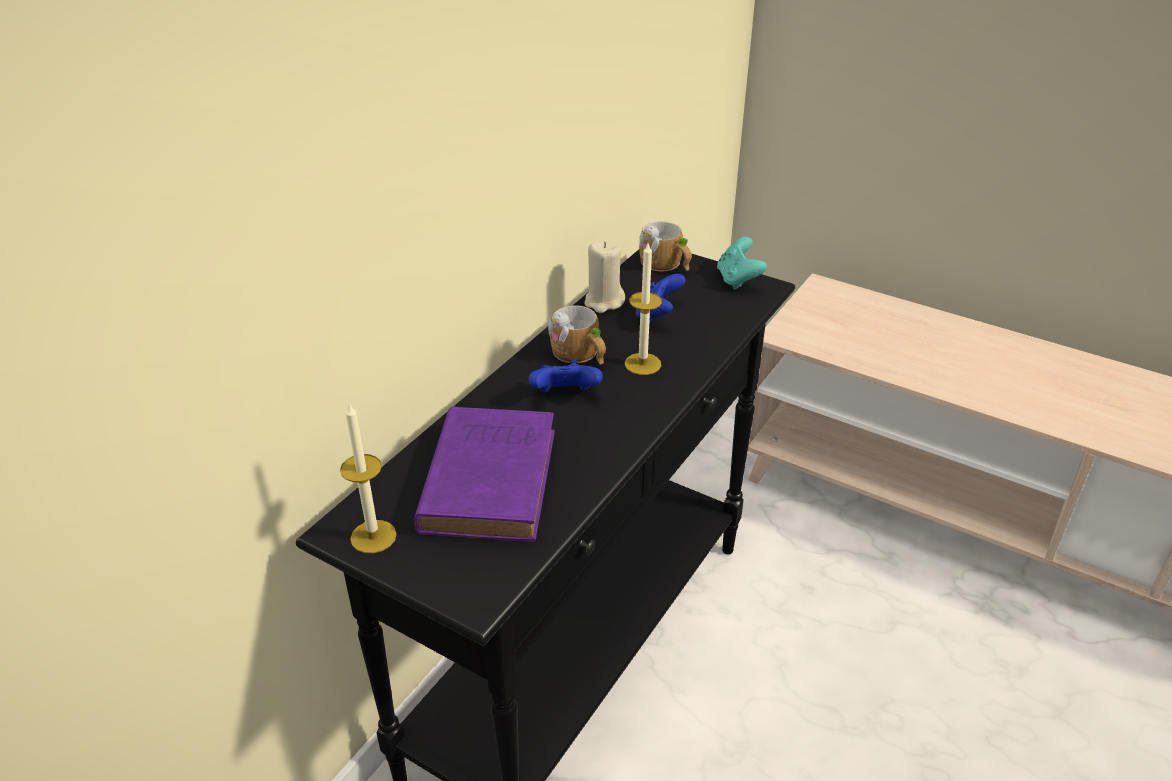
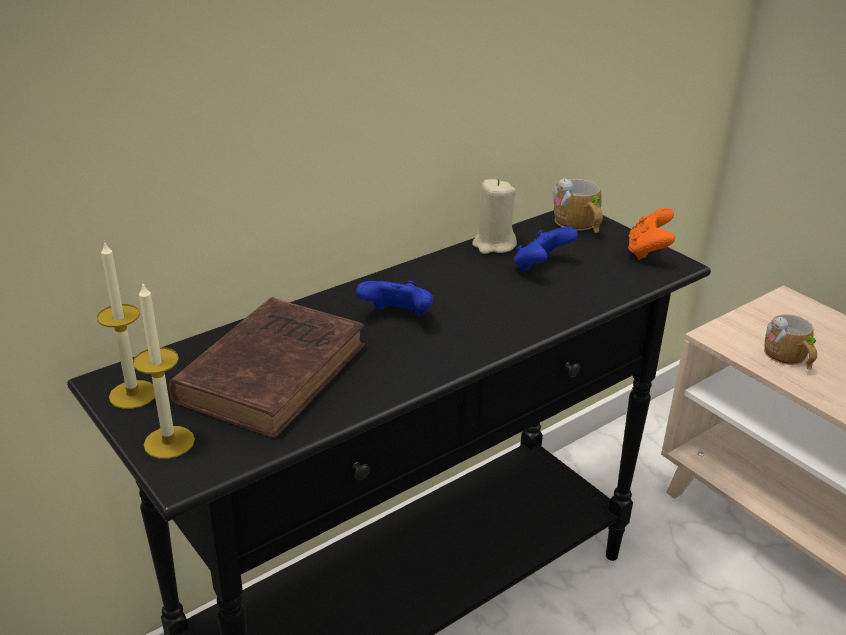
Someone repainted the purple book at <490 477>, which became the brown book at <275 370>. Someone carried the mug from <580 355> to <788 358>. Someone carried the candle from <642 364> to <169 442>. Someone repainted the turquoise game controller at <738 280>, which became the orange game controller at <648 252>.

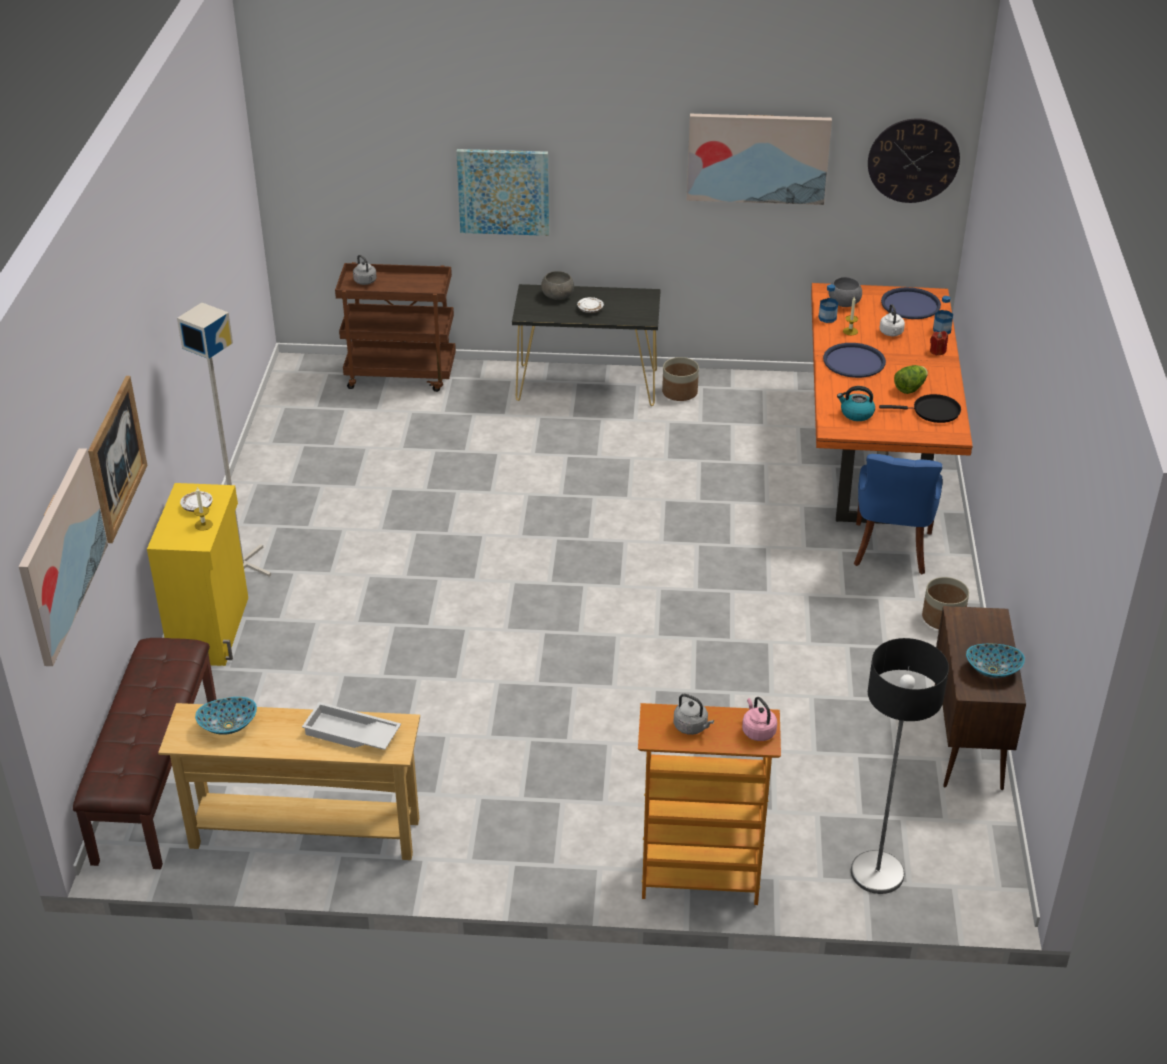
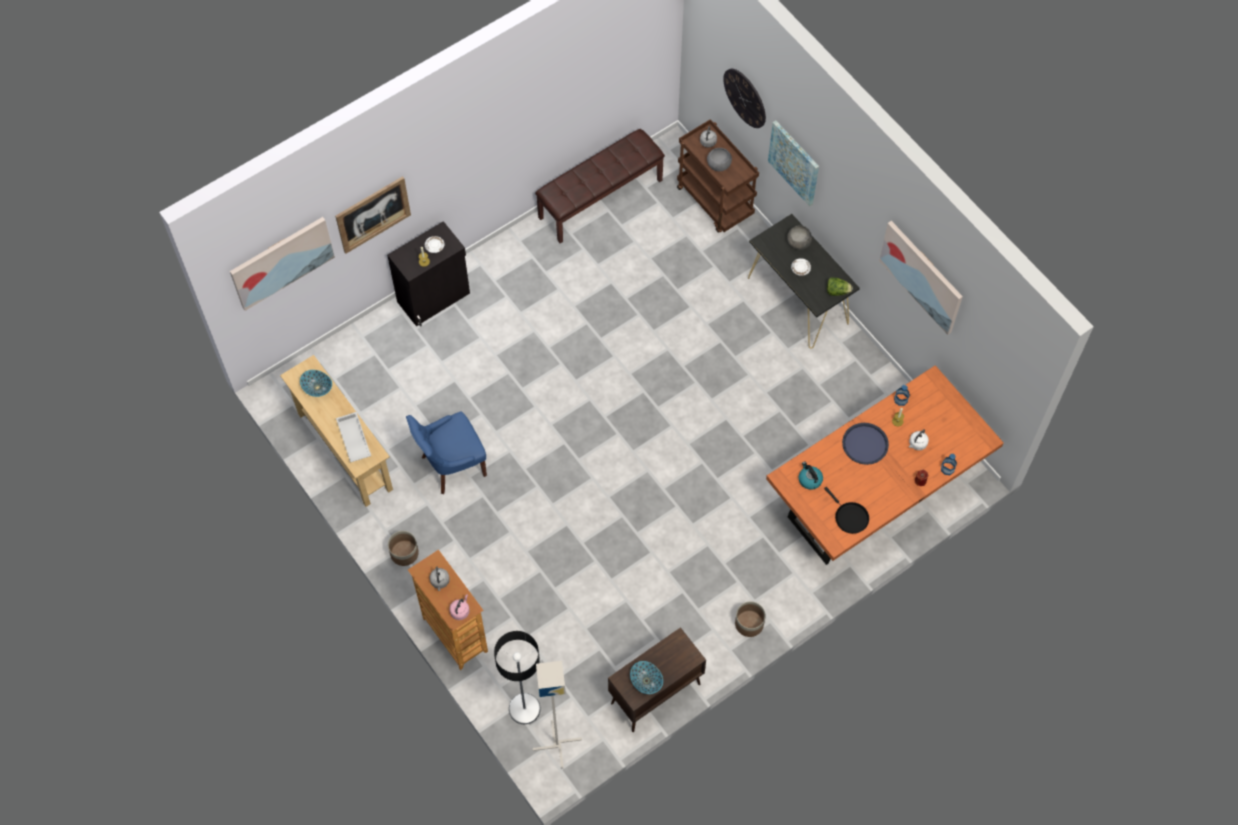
Someone carried the brown bench from <155 779> to <600 198>. Someone repainted the yellow cabinet at <212 629>, which became the black cabinet at <434 298>. Someone carried the grey floor lamp from <242 565> to <558 744>. Someone carried the planter from <679 392> to <404 553>. Someone carried the grey bowl from <844 302> to <719 164>. Someone carried the blue chair from <891 550> to <451 465>. Someone carried the wall clock from <913 160> to <745 98>. Someone took away the blue tray at <910 304>. Someone carried the lettuce from <910 388> to <837 291>.

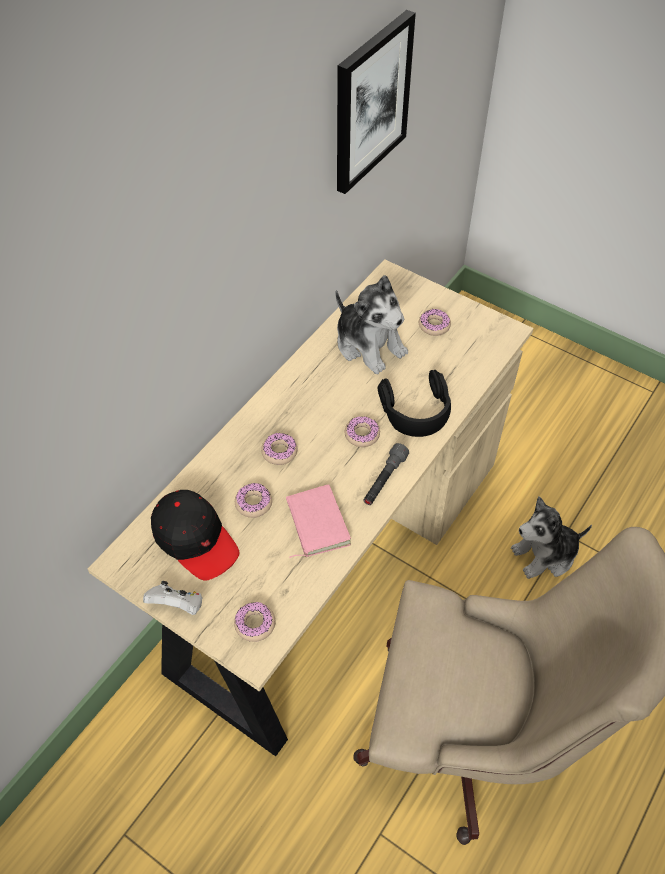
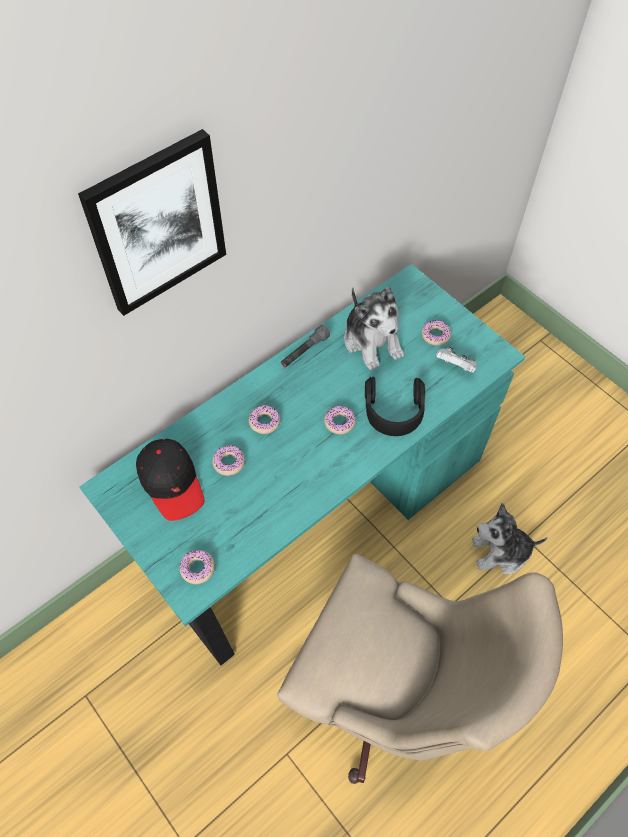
Someone repainted the beige desk at <331 564>, which became the turquoise desk at <313 515>. Someone carried the white game controller from <177 605> to <455 367>. Someone took away the pink book at <315 523>. Someone carried the picture from <370 102> to <157 224>. Someone carried the grey flashlight from <384 480> to <304 351>.

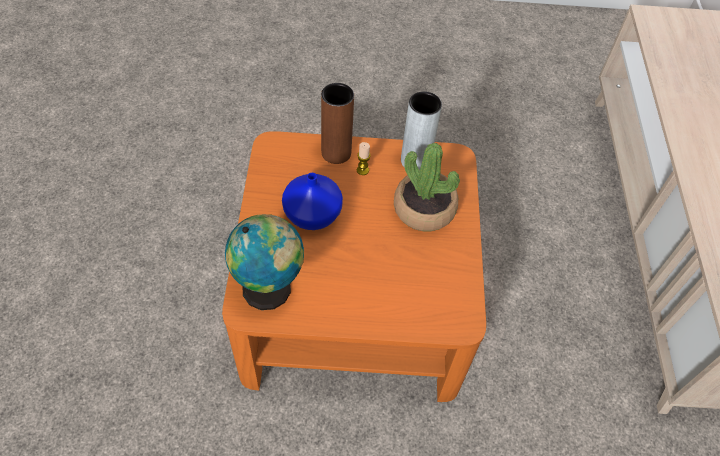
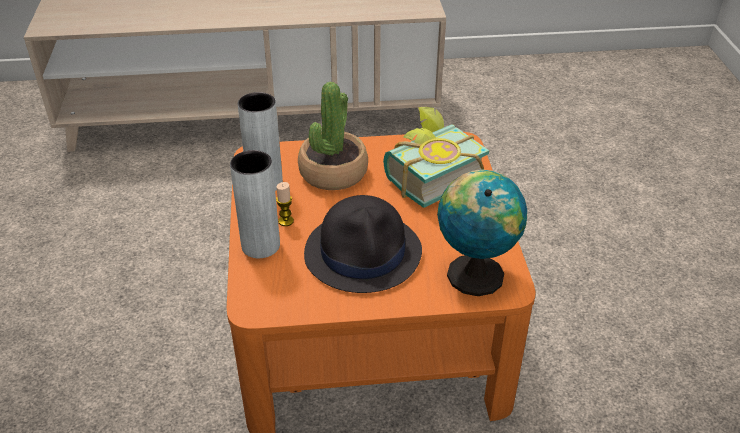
Someone swapped the blue vase at <313 216> for the black hat at <364 253>. Someone repainted the brown vase at <336 153>, which became the grey vase at <260 246>. Someone put down the book at <428 176>.

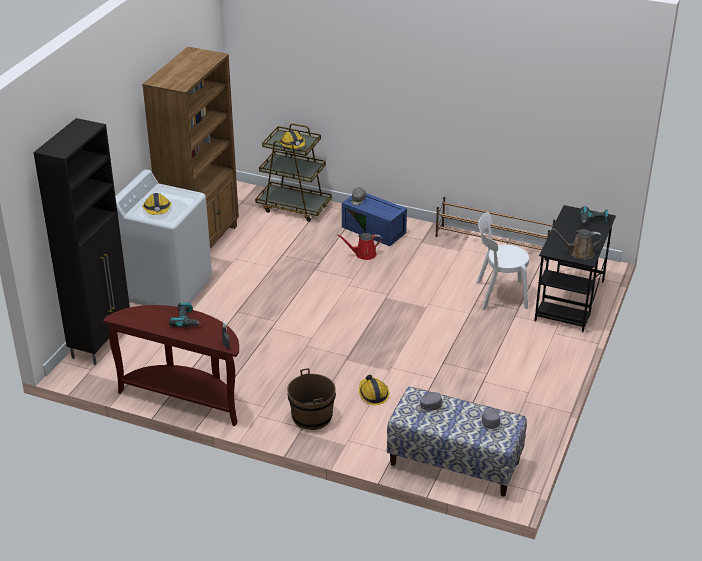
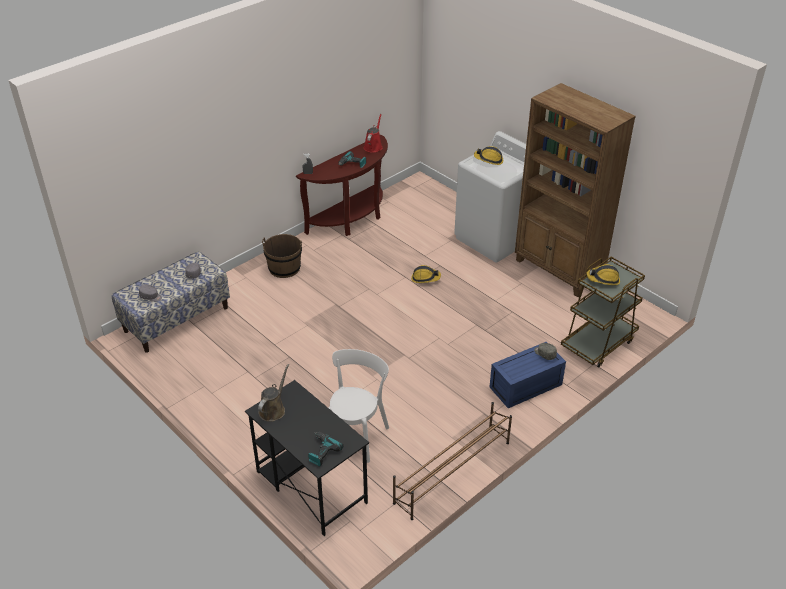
Someone took away the black cabinet at <102 342>. Someone carried the red watering can from <363 254> to <373 146>. Someone carried the hard hat from <373 394> to <425 278>.

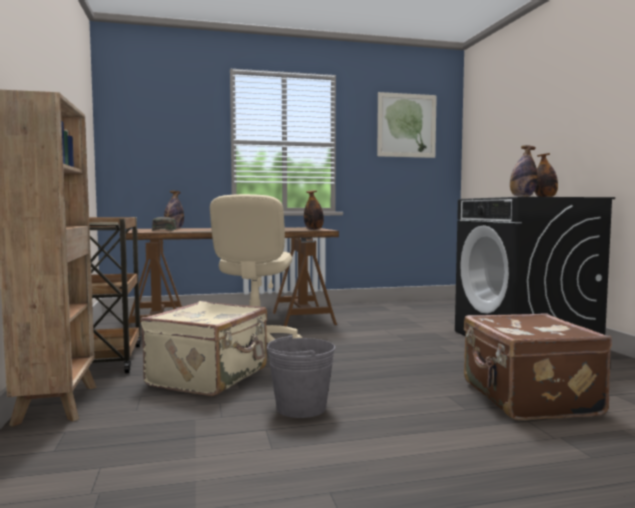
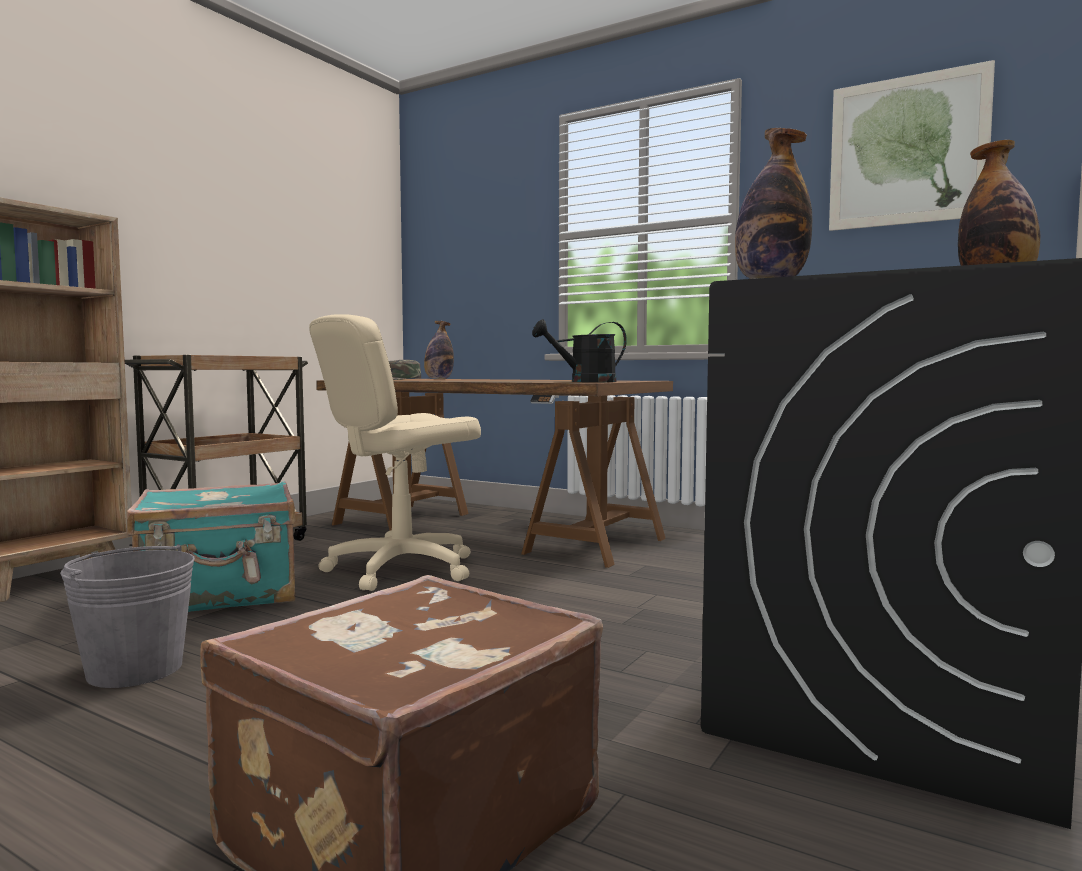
Someone repainted the beige suitcase at <210 377>, which became the turquoise suitcase at <221 595>. Someone swapped the bottle at <314 229> for the black watering can at <585 382>.

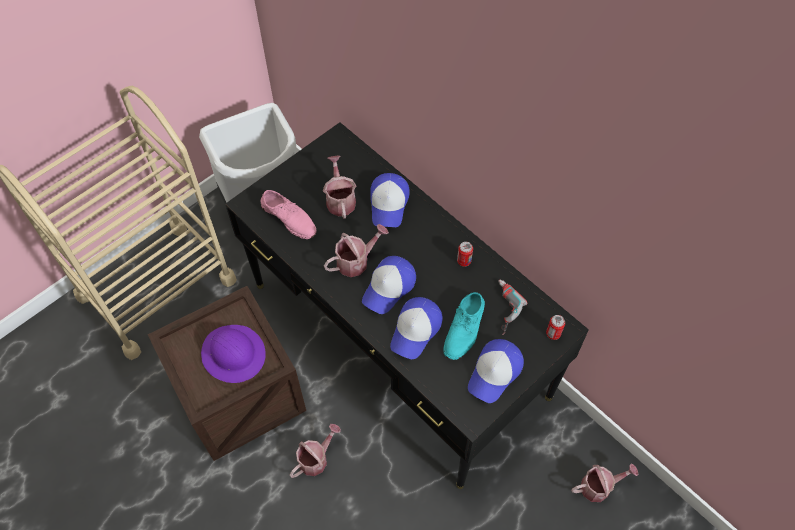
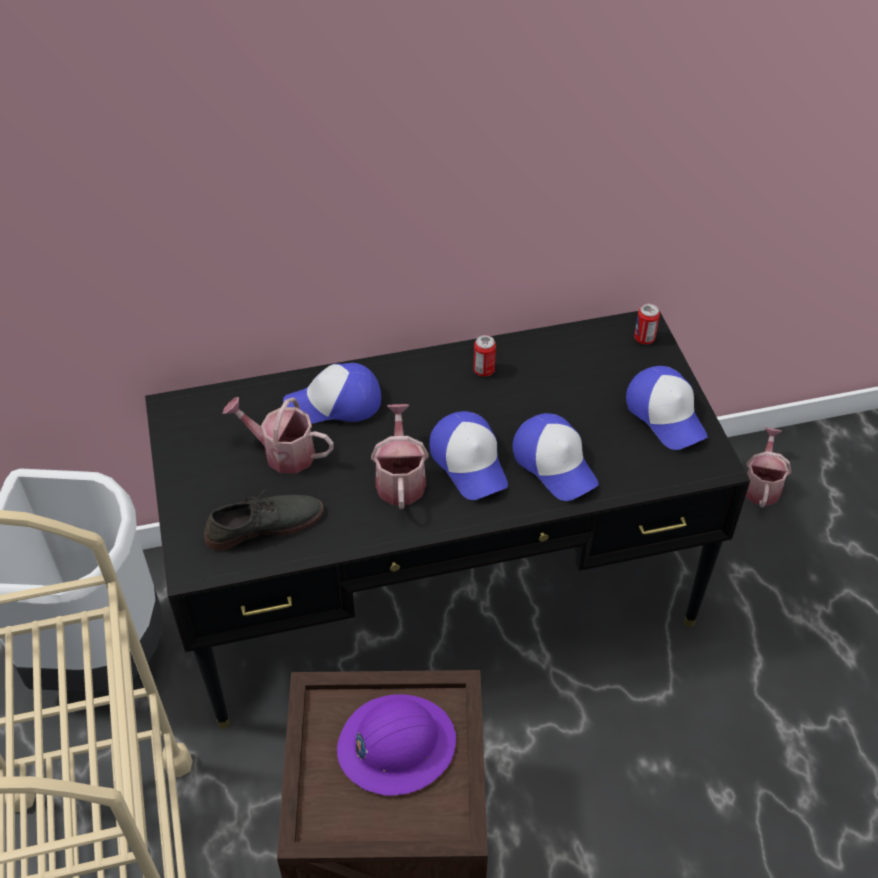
Someone repainted the pink shoe at <289 218>, which became the grey shoe at <264 524>. Someone took away the watering can at <316 458>. Someone rotated the cap at <389 204> by 135 degrees clockwise. Someone took away the turquoise shoe at <465 329>. Someone took away the power drill at <501 308>.

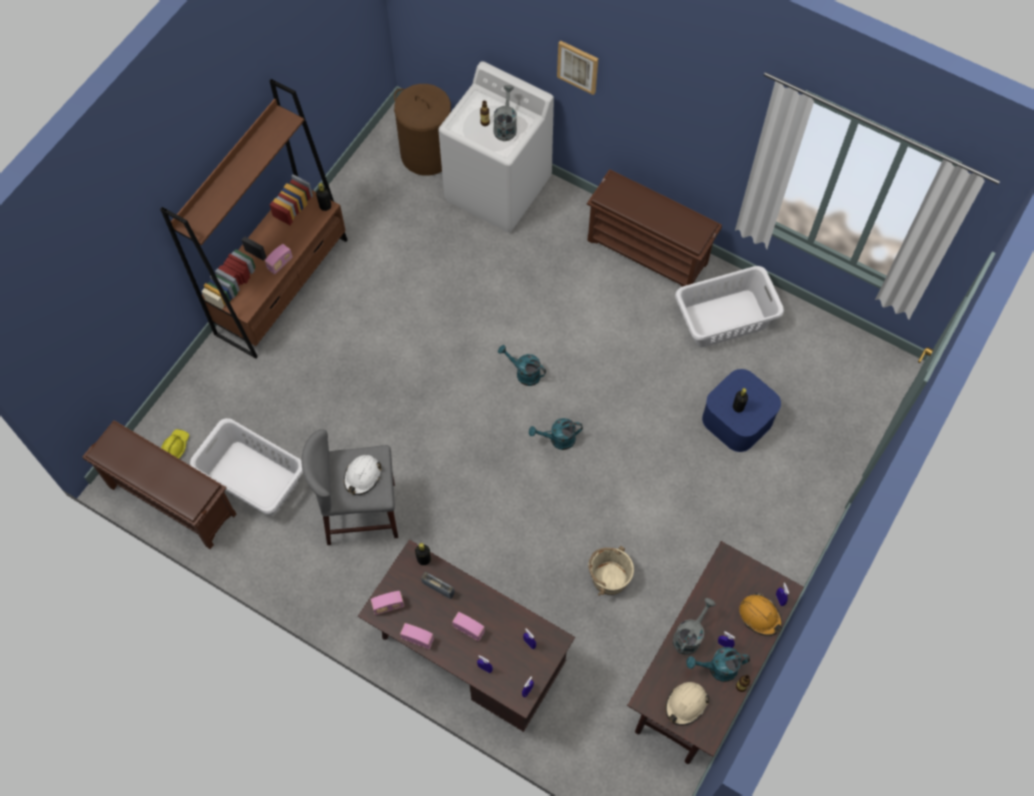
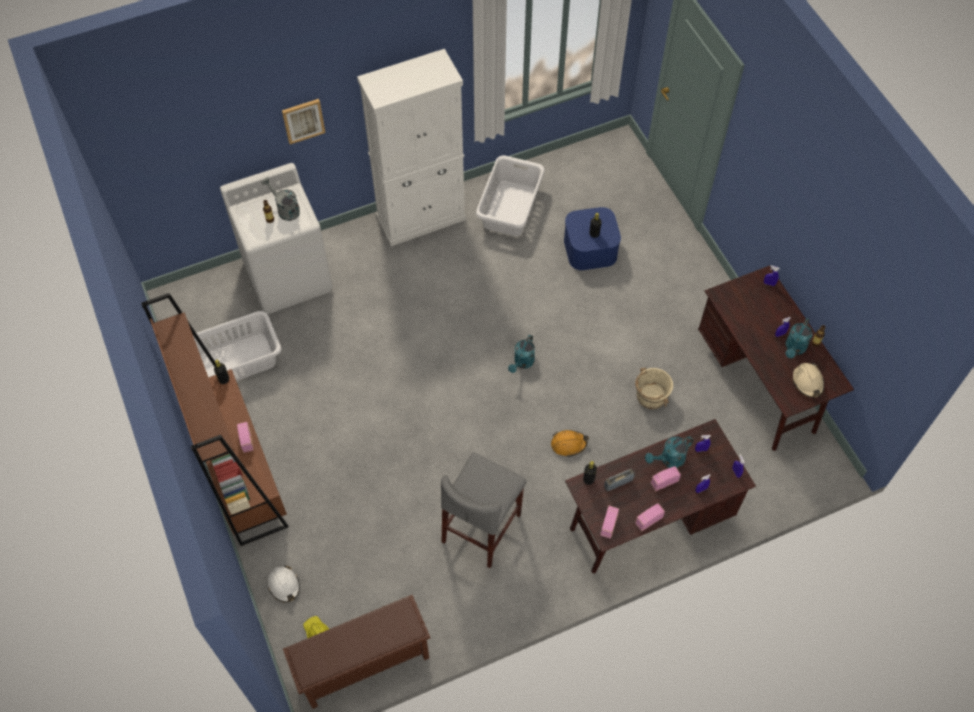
Someone carried the white laundry basket from <253 477> to <237 360>. Someone carried the white hard hat from <362 476> to <284 585>. Someone took away the brown laundry basket at <427 154>. Someone carried the turquoise watering can from <524 373> to <668 460>. Someone swapped the brown shoe rack at <649 251> for the white cabinet at <421 218>. Someone took away the grey watering can at <689 635>. Someone carried the orange hard hat from <760 616> to <568 444>.

